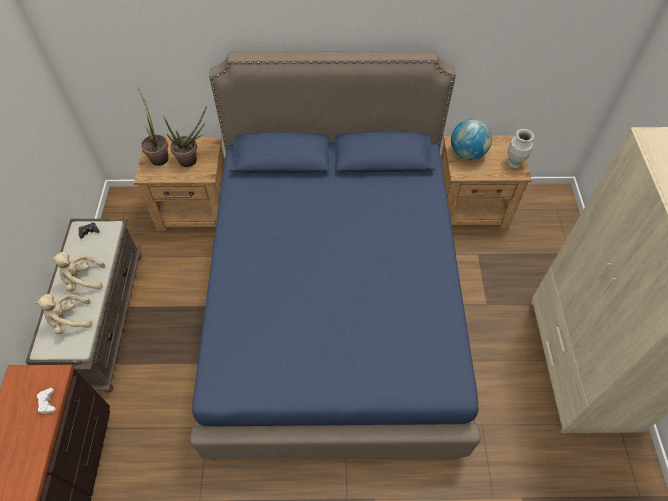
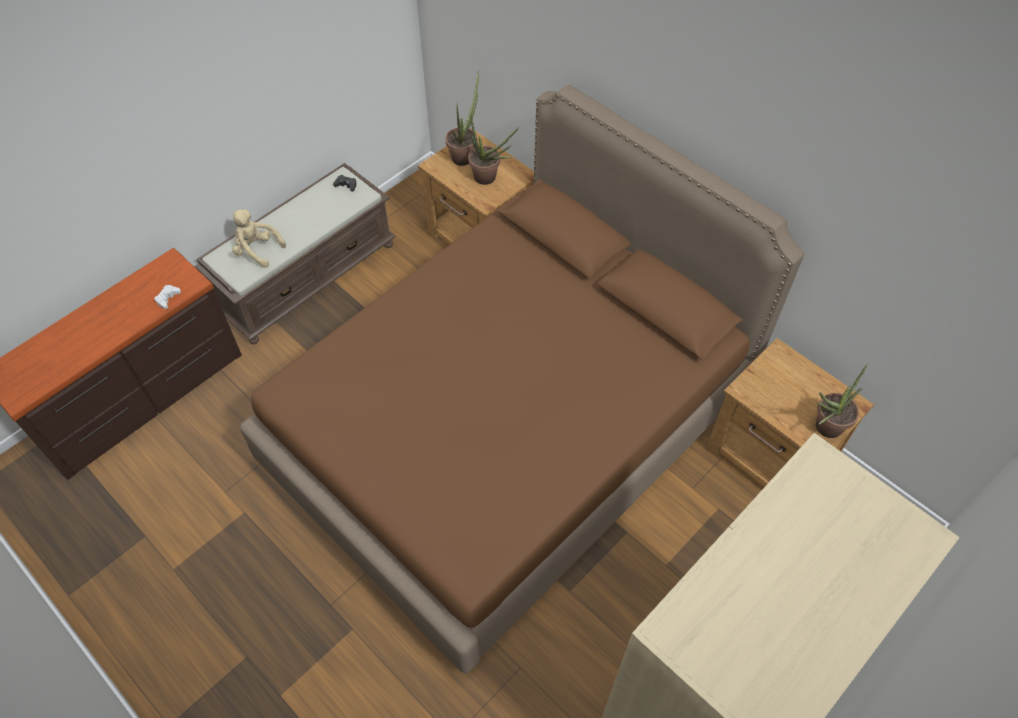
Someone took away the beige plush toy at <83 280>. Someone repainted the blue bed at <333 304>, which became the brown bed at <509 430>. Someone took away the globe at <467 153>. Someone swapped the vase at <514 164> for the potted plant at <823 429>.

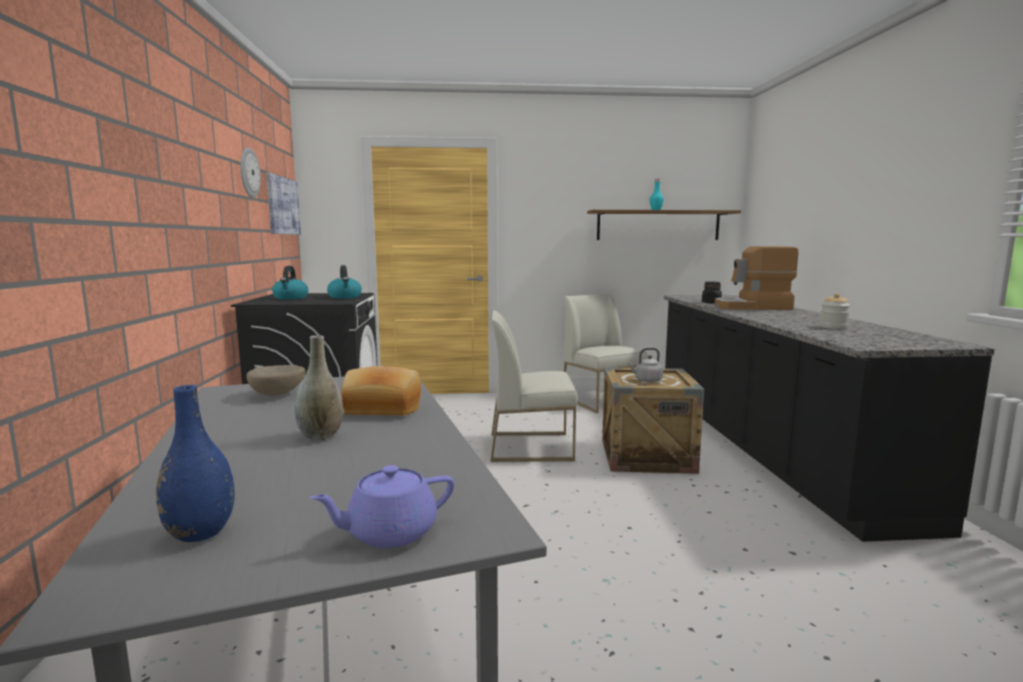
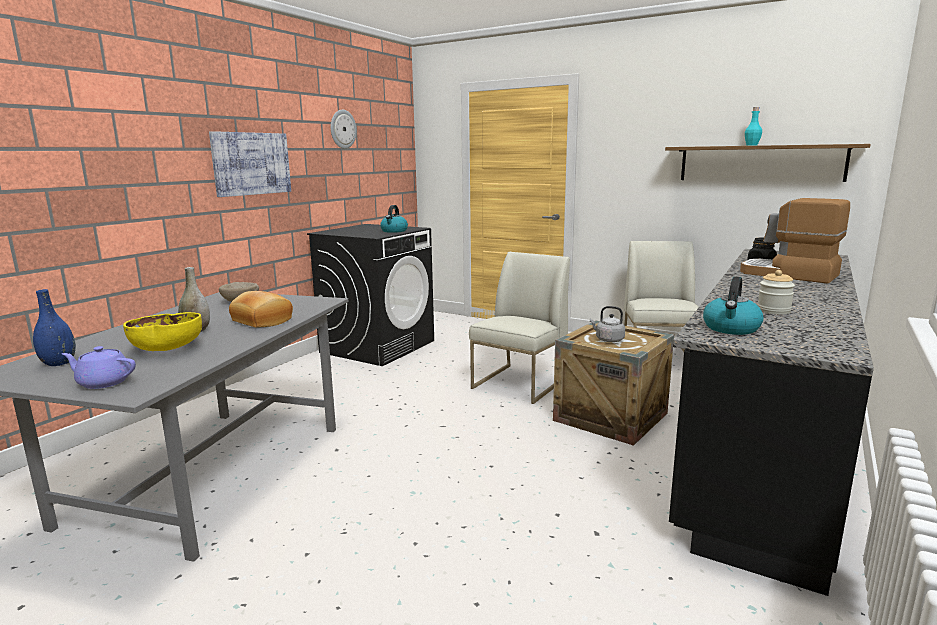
Someone carried the picture from <282 206> to <251 163>. Someone carried the kettle from <290 298> to <731 328>. Someone rotated the white chair at <531 446> by 90 degrees clockwise. Someone put down the yellow bowl at <167 349>.

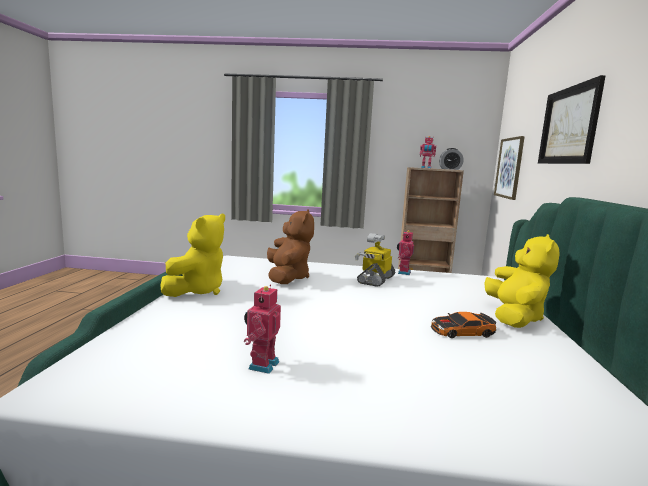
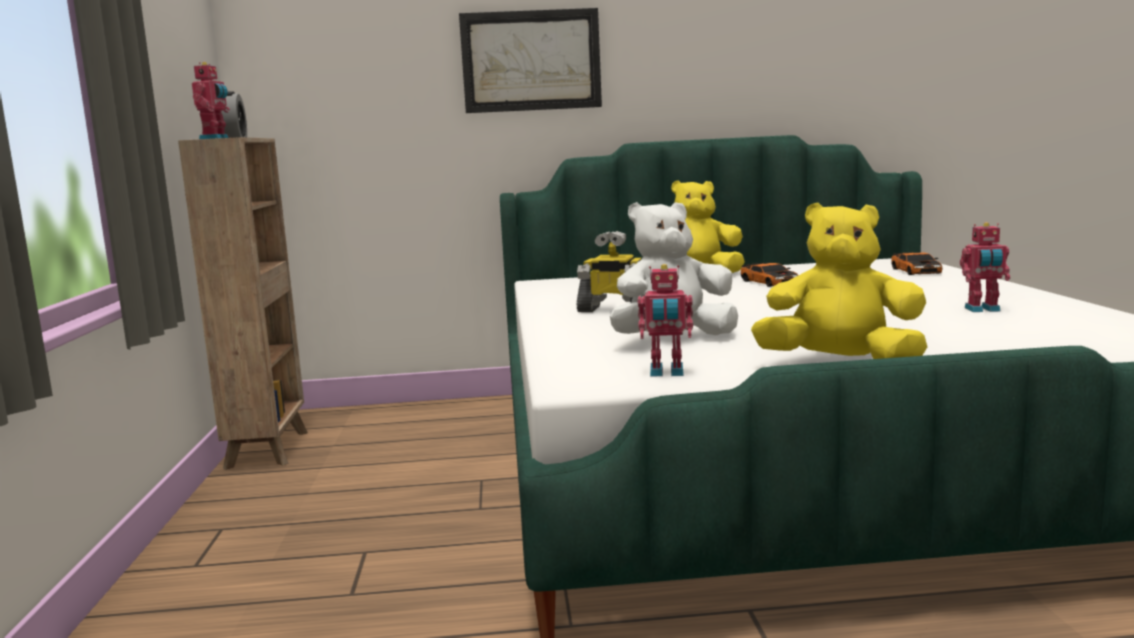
Someone repainted the brown plush toy at <287 278>, which became the white plush toy at <672 339>. Someone carried the toy robot from <403 272> to <666 373>. Someone took away the picture at <509 168>. Someone put down the toy car at <917 271>.

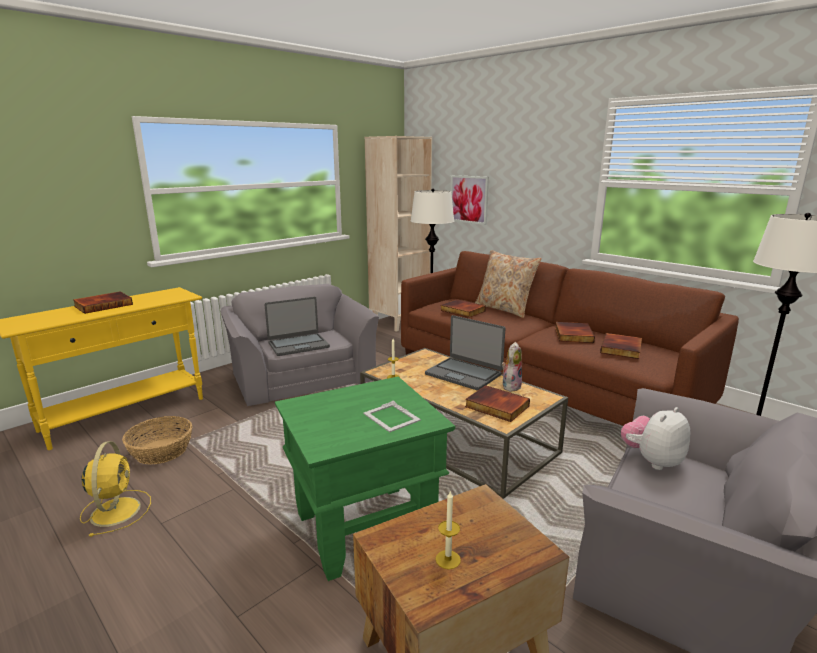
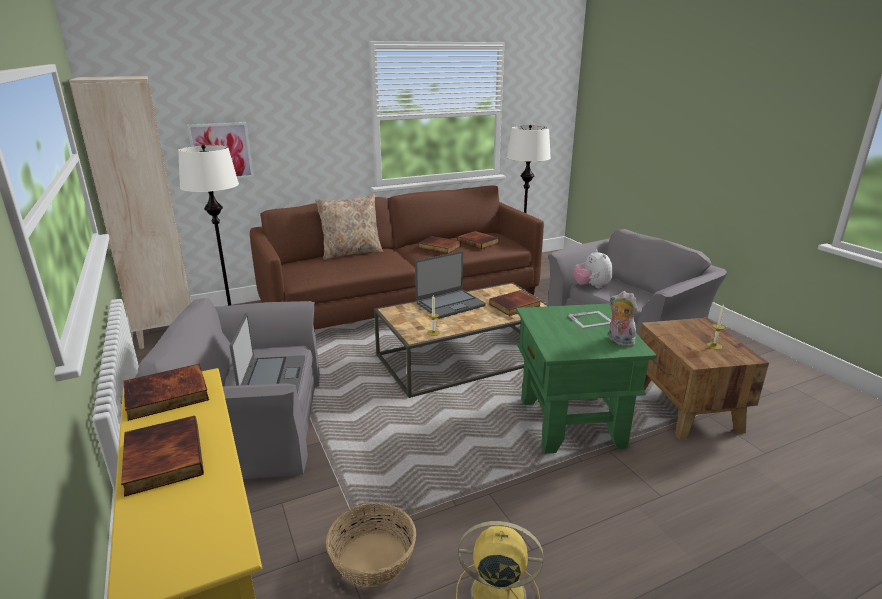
Someone carried the book from <462 311> to <166 396>. Someone carried the plush toy from <510 386> to <619 341>.

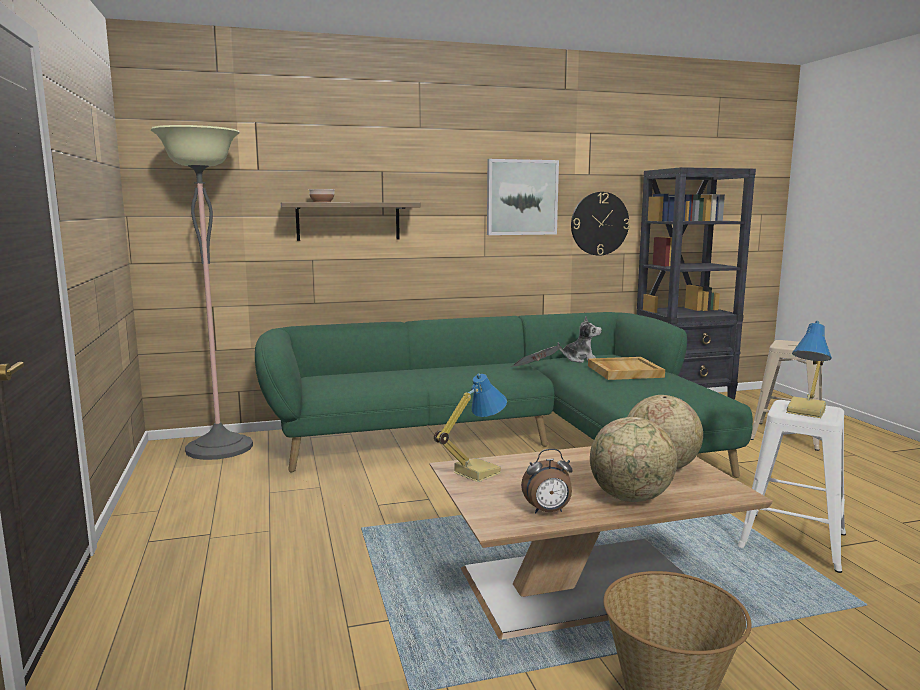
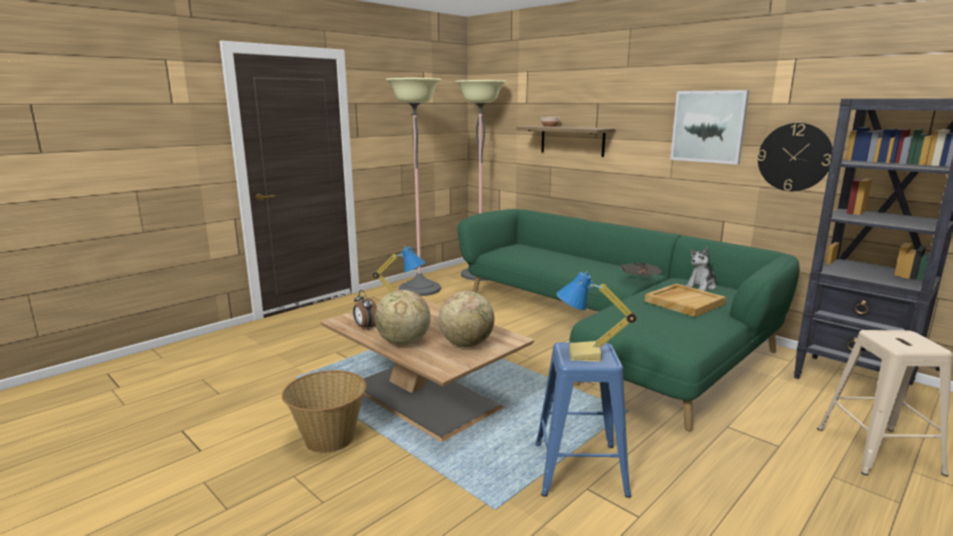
Someone rotated the plush toy at <580 359> by 75 degrees clockwise. Someone repainted the white stool at <793 541>, which became the blue stool at <578 469>. Someone put down the floor lamp at <419 289>.

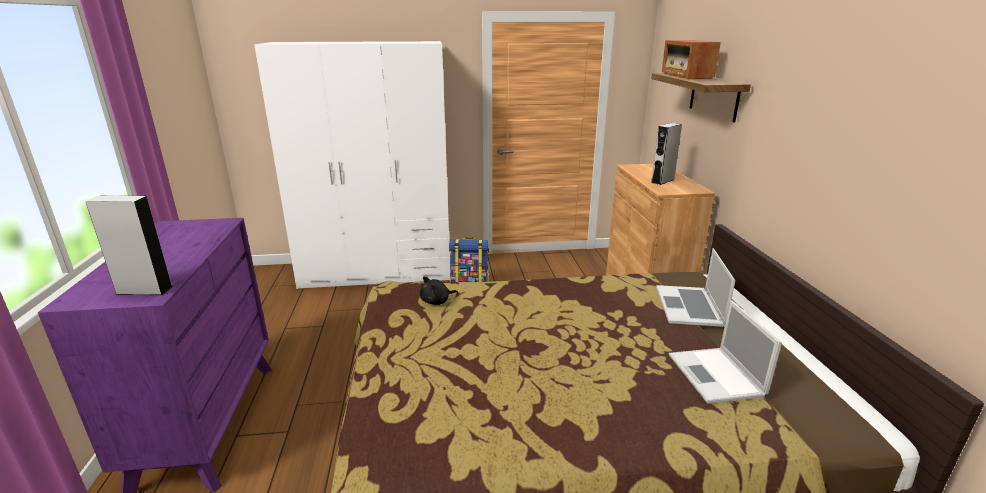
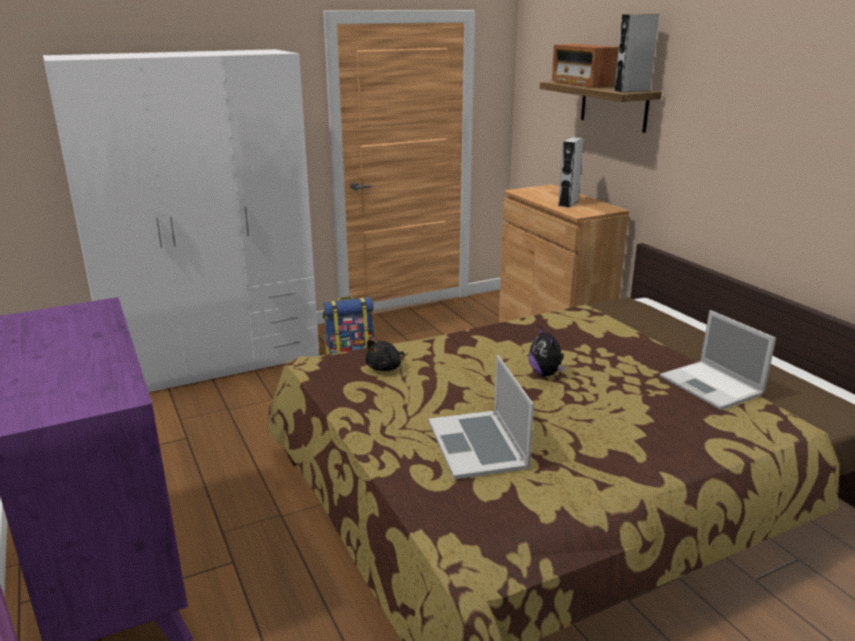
Someone carried the grey speaker from <144 290> to <632 91>. Someone carried the laptop from <689 306> to <478 444>. Someone put down the plush toy at <546 374>.

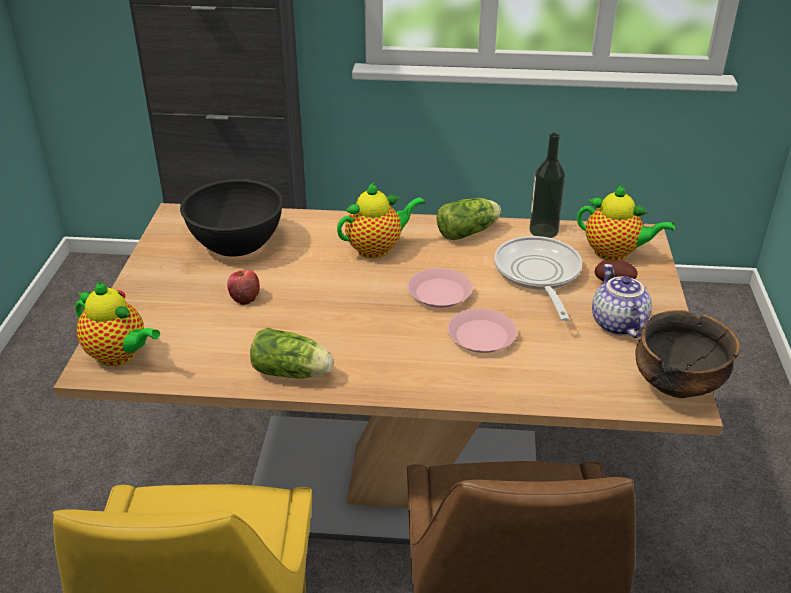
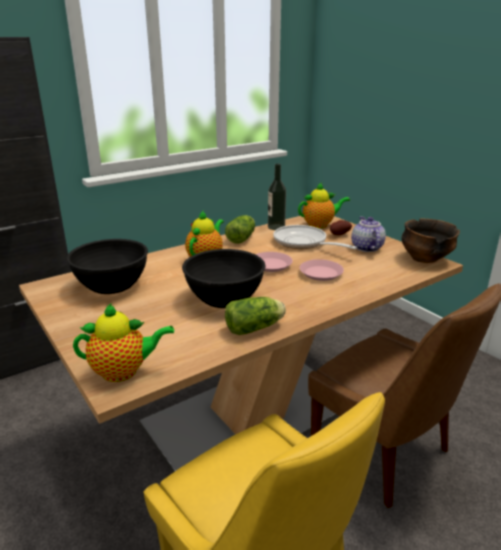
Someone took away the apple at <244 297>. Someone rotated the teapot at <616 324> by 45 degrees clockwise. Someone put down the black bowl at <224 297>.

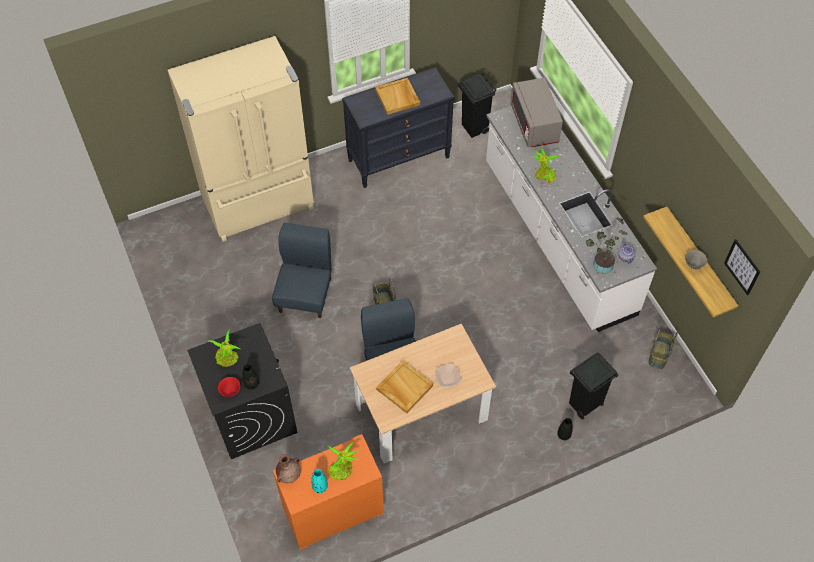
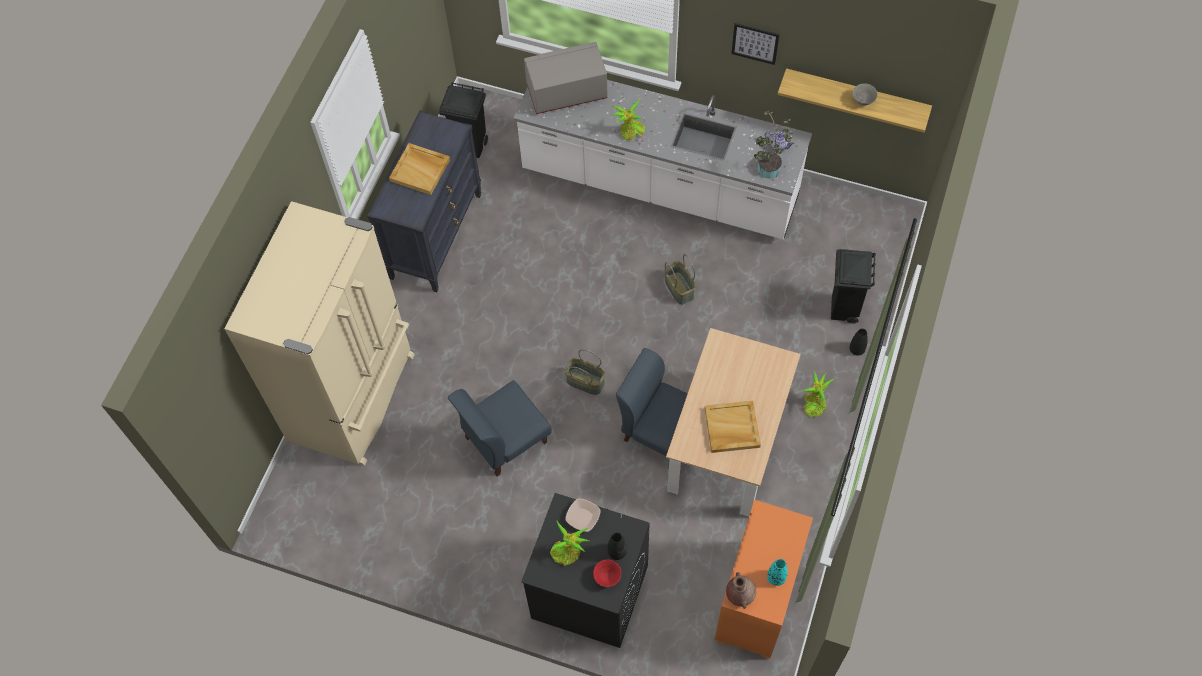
Someone rotated the blue chair at <306 294> by 90 degrees counterclockwise. Someone carried the potted plant from <342 469> to <814 403>. Someone carried the bowl from <447 378> to <583 517>. Someone rotated the grey microwave at <534 125> by 135 degrees clockwise. Someone carried the basket from <659 355> to <679 288>. Someone carried the picture from <742 267> to <755 43>.

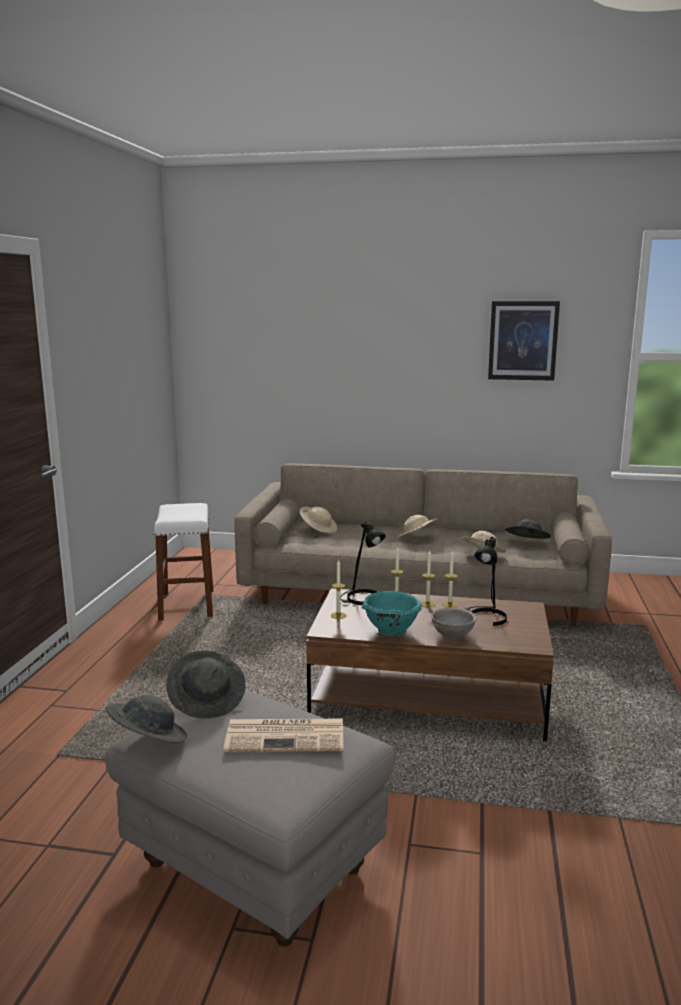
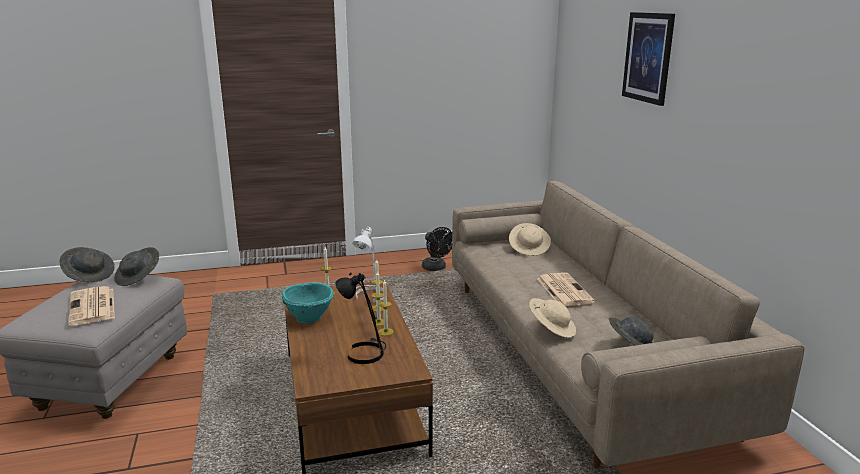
Someone swapped the white stool at <187 605> for the black fan at <436 268>. Someone repainted the black table lamp at <362 599>, which became the white table lamp at <368 295>. Someone swapped the beige hat at <417 538> for the newspaper at <563 290>. Someone took away the grey bowl at <452 636>. Someone carried the picture from <523 340> to <648 57>.

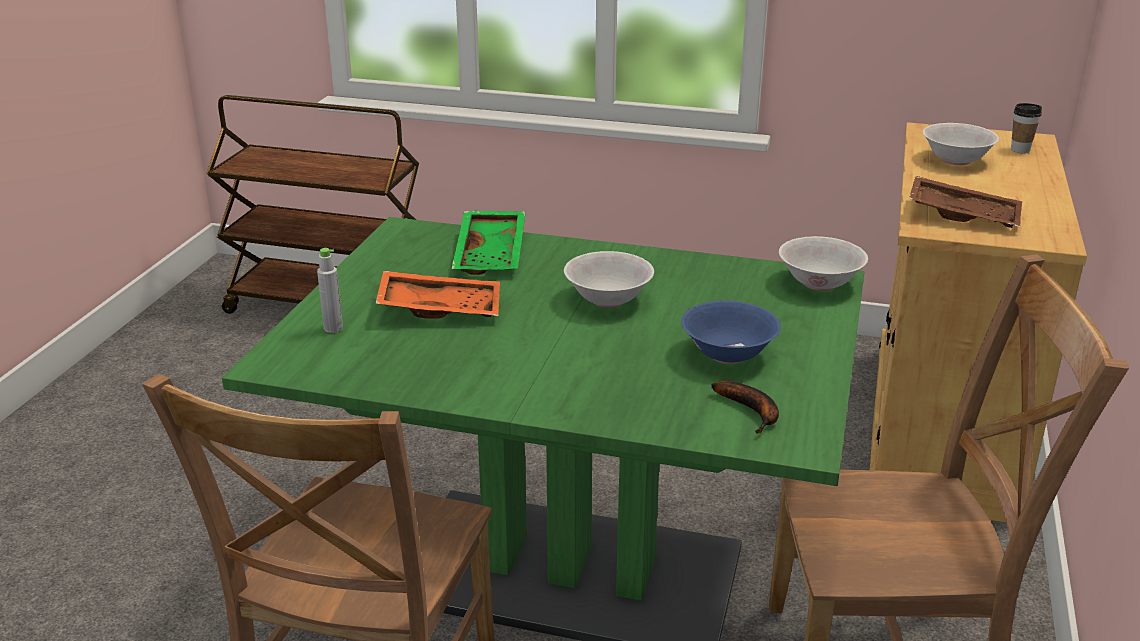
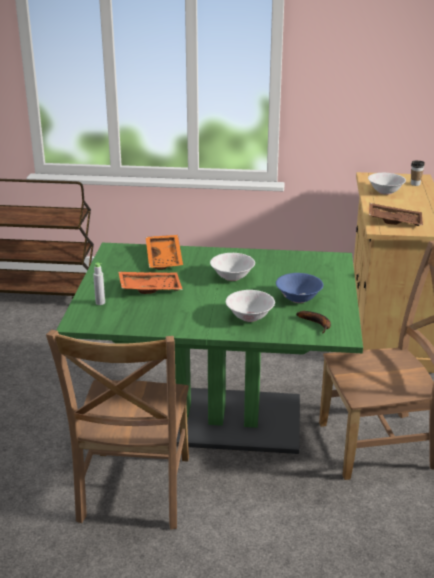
Someone repainted the green tray at <492 254>, which became the orange tray at <165 258>. Someone carried the white bowl from <820 283> to <250 317>.

